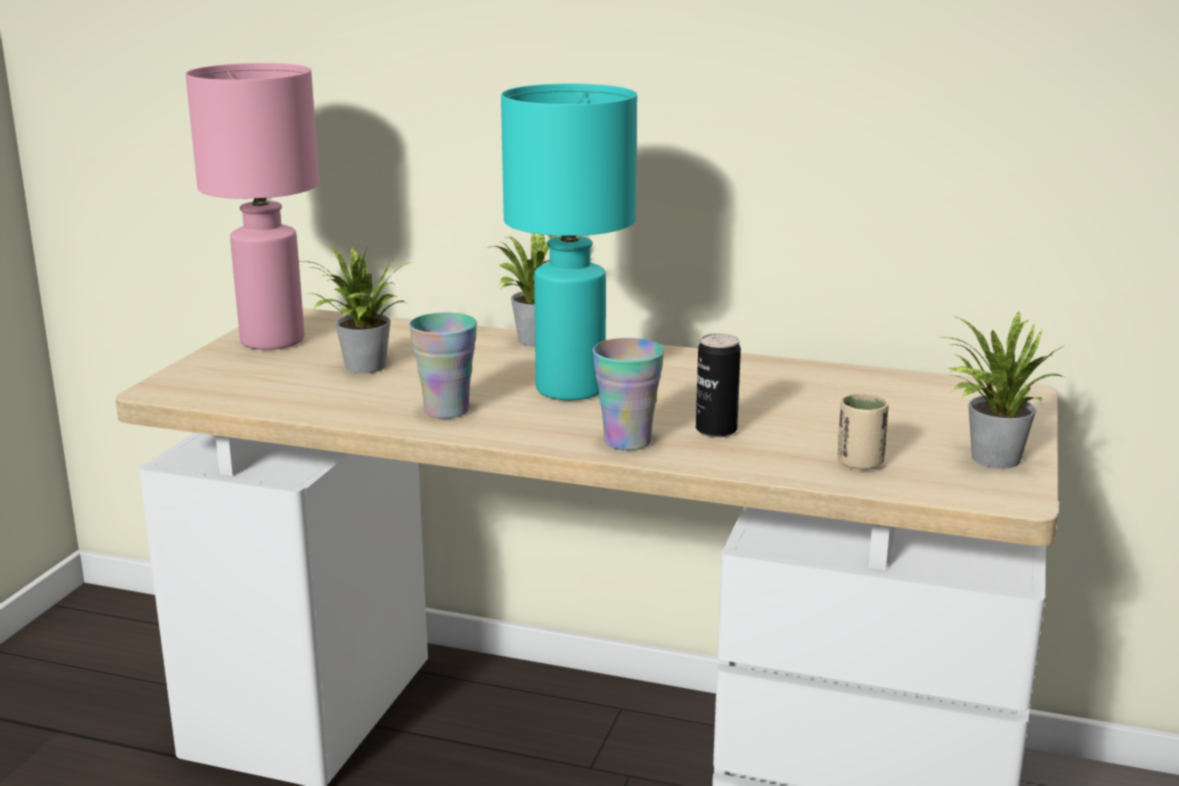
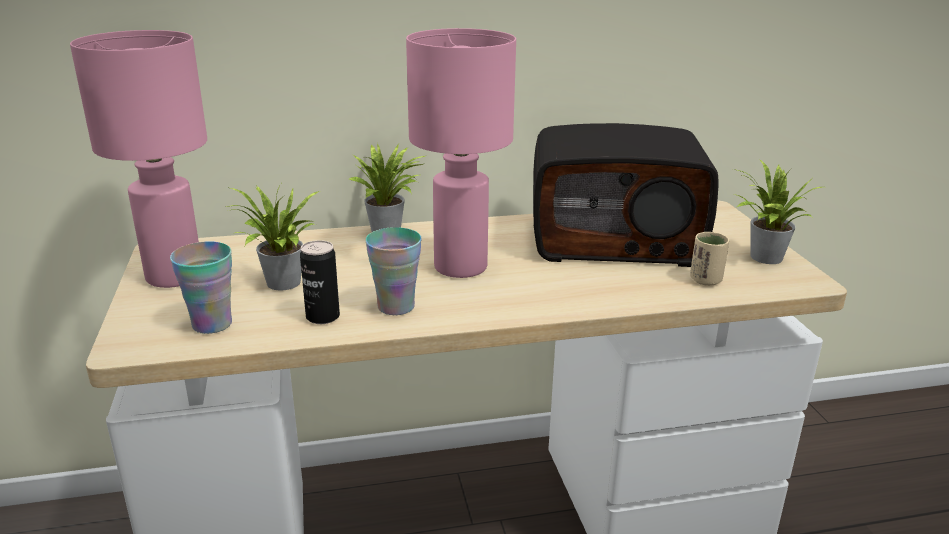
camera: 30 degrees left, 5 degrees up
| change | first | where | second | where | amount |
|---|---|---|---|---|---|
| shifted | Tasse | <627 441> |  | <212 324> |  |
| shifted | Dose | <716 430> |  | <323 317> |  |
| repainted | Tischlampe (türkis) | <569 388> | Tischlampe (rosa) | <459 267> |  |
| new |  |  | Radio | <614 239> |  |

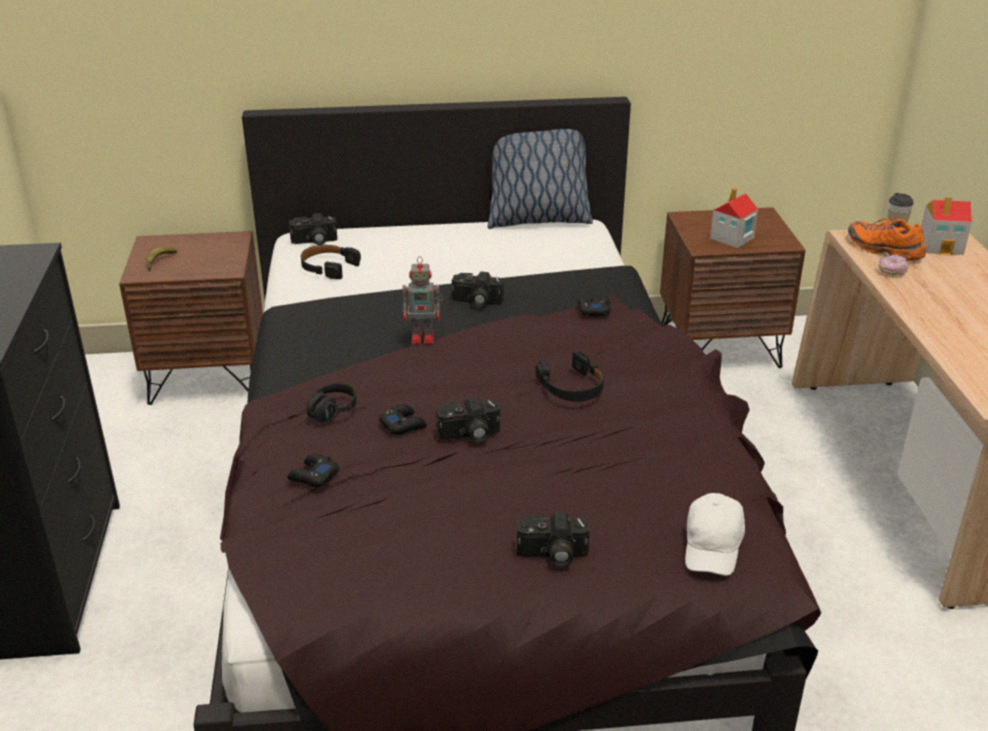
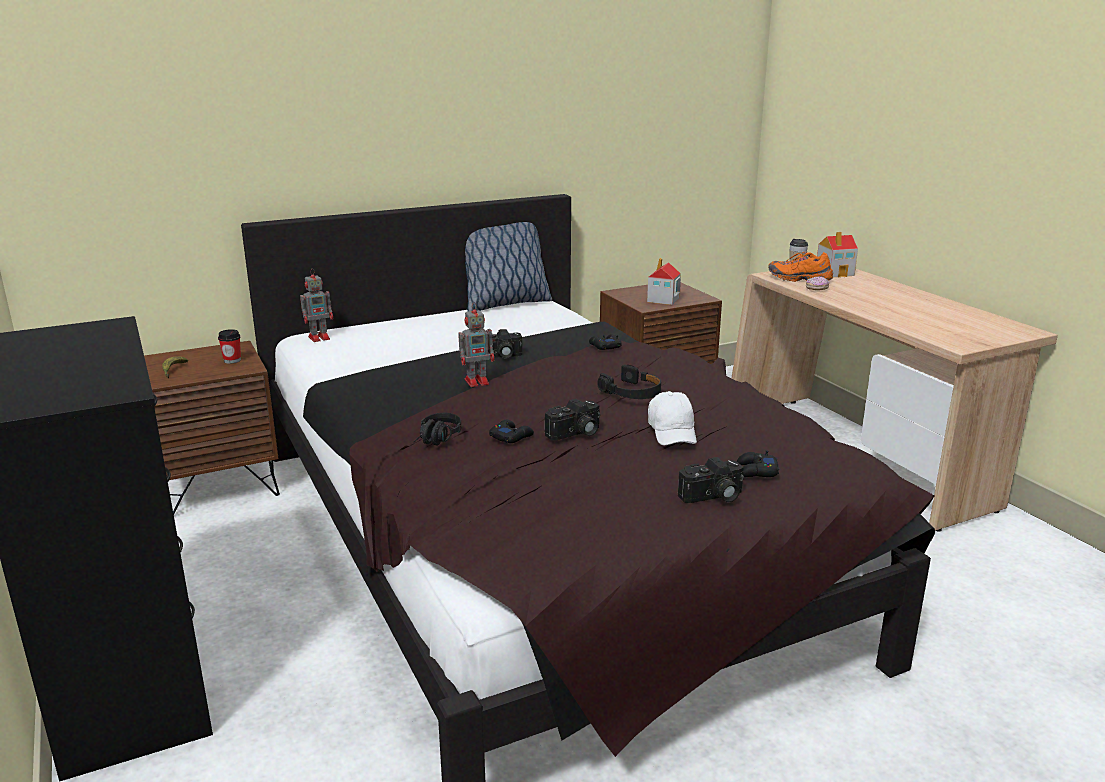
camera: 20 degrees left, 10 degrees down
| change | first | where | second | where | amount |
|---|---|---|---|---|---|
| new |  |  | Tasse | <232 360> |  |
| swapped | Kamera | <314 241> | Spielzeugroboter | <320 337> |  |
| shifted | Kappe (weiß) | <713 546> |  | <672 432> |  |
| shifted | Gamepad (schwarz) | <313 476> |  | <756 471> |  |
| gone | Kopfhörer (schwarz) | <328 267> |  |  |  |

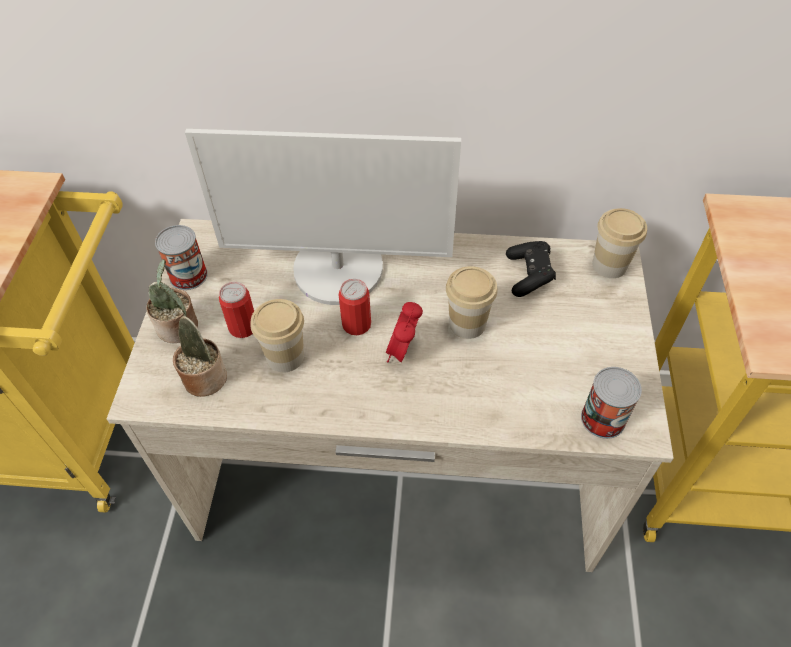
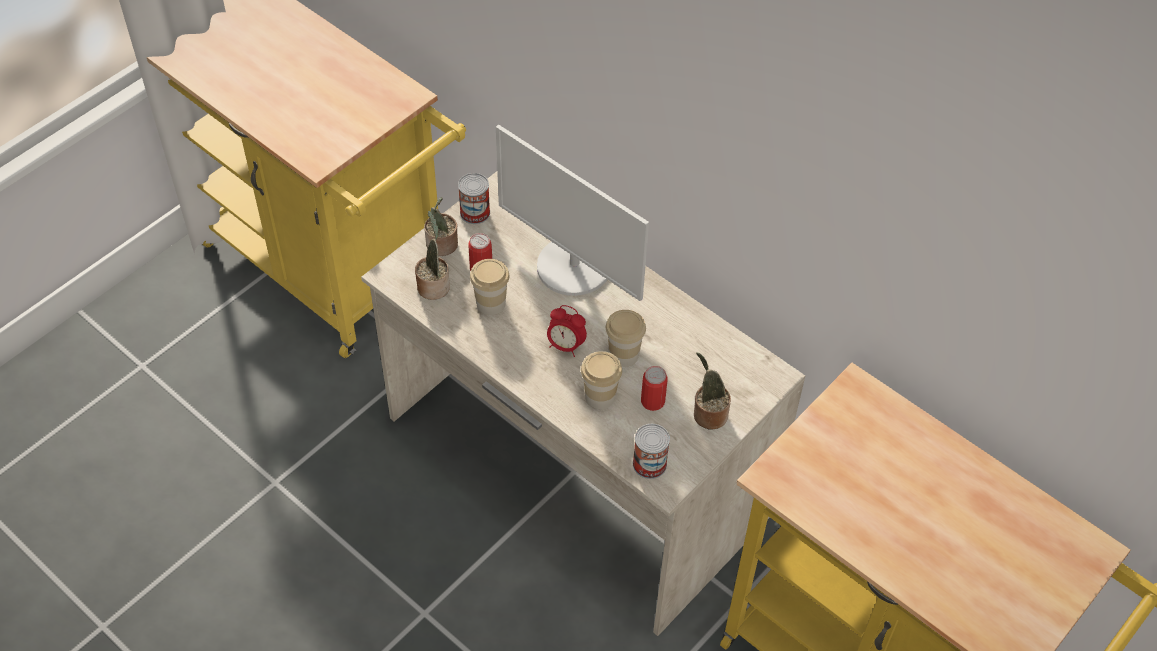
camera: 35 degrees right, 0 degrees up
| change | first | where | second | where | amount |
|---|---|---|---|---|---|
| rotated | Wecker | <403 351> |  | <565 346> | 120 degrees counterclockwise |
| shifted | Tasse | <609 265> |  | <600 396> |  |
| shifted | Dose | <356 324> |  | <652 401> |  |
| new |  |  | Topfpflanze | <708 414> |  |
| gone | Gamepad (schwarz) | <529 275> |  |  |  |

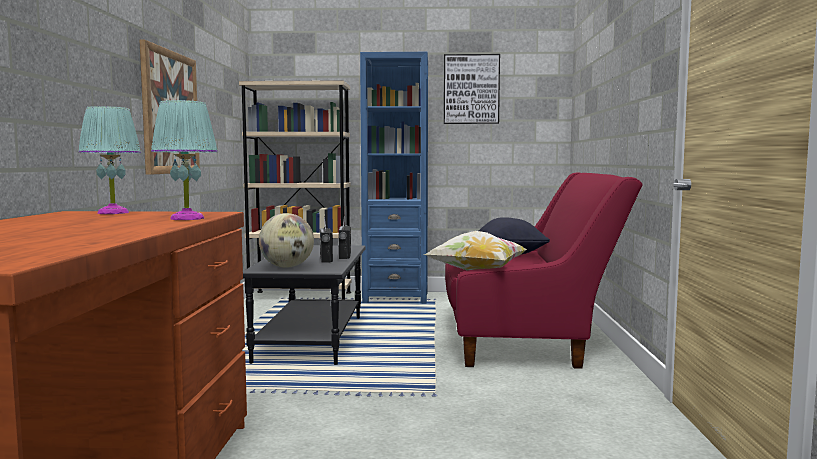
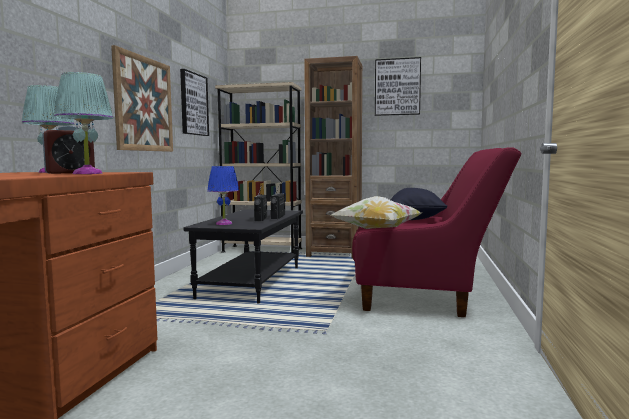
camera: 10 degrees right, 0 degrees up
| change | first | where | second | where | amount |
|---|---|---|---|---|---|
| new |  |  | Wecker | <70 173> |  |
| new |  |  | Bild | <193 104> |  |
| swapped | Globus | <287 267> | Tischlampe (blau) | <224 223> |  |
| repainted | Bücherregal (blau) | <396 297> | Bücherregal (braun) | <334 253> |  |

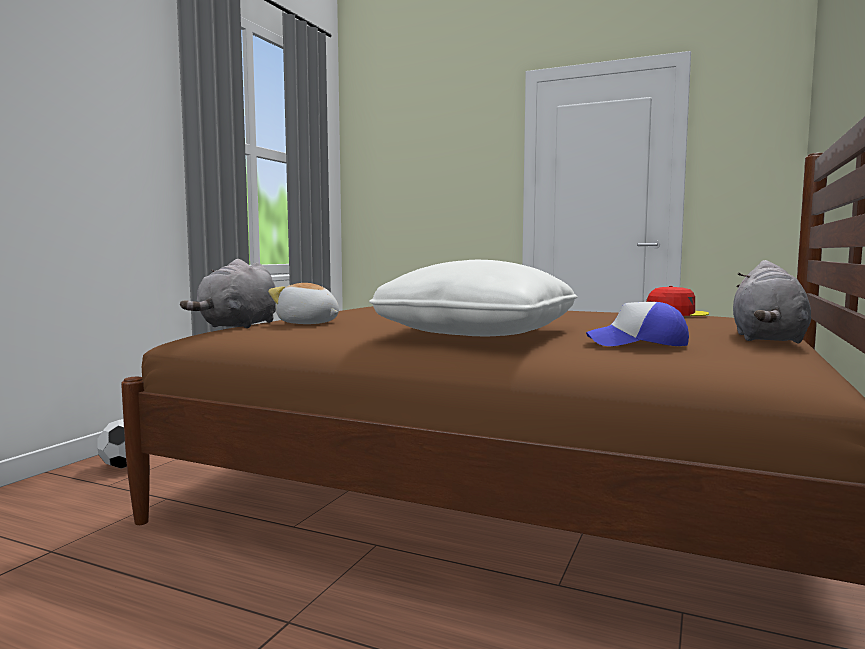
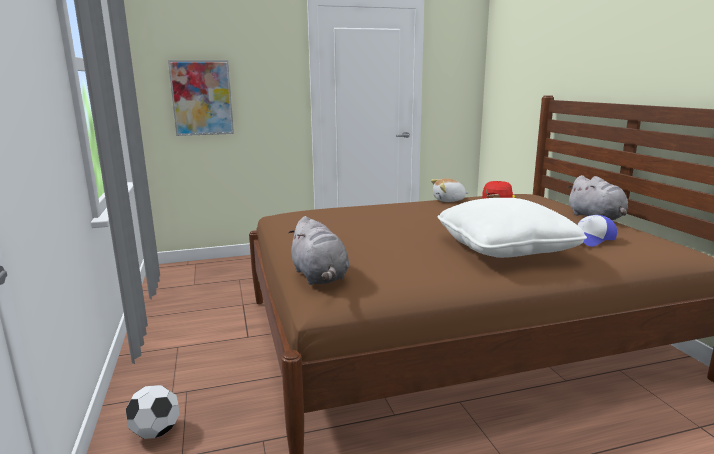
camera: 40 degrees left, 10 degrees up
| change | first | where | second | where | amount |
|---|---|---|---|---|---|
| new |  |  | Bild | <202 98> |  |
| shifted | Plüschtier | <308 323> |  | <449 200> |  |

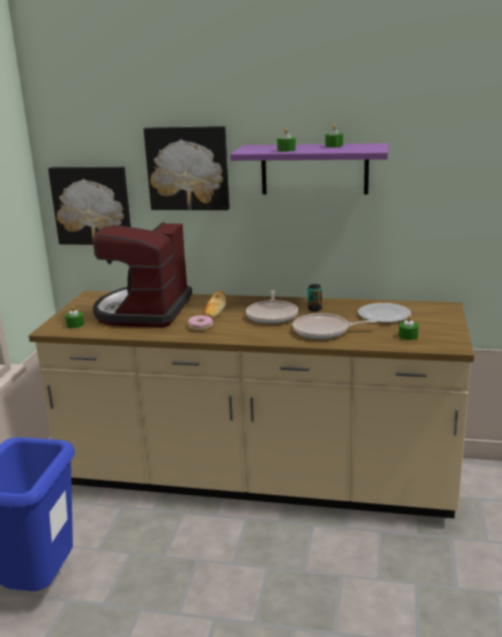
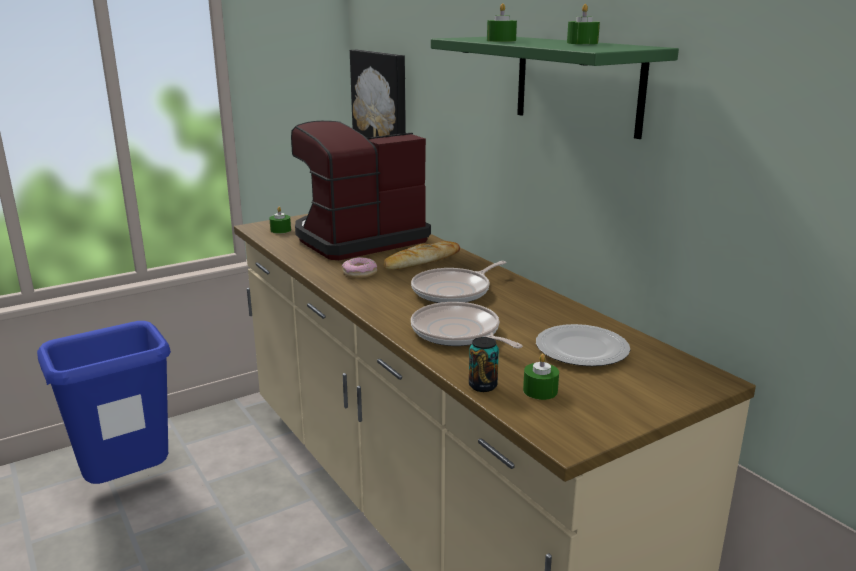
camera: 45 degrees right, 0 degrees up
| change | first | where | second | where | amount |
|---|---|---|---|---|---|
| repainted | Wandregal (lila) | <314 169> | Wandregal (grün) | <577 84> |  |
| shifted | Dose | <314 309> |  | <482 386> |  |
| gone | Bild | <188 168> |  |  |  |

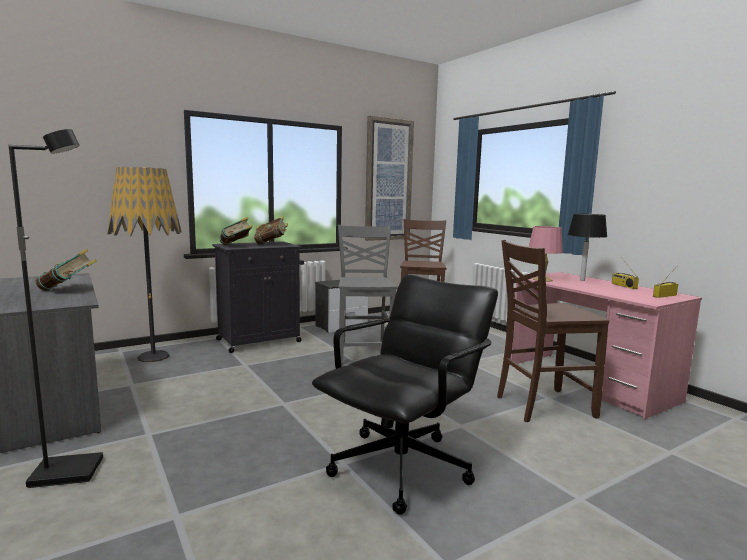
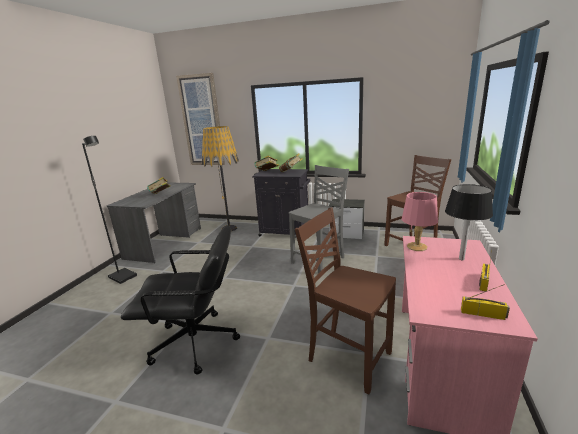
camera: 50 degrees right, 10 degrees up
| change | first | where | second | where | amount |
|---|---|---|---|---|---|
| shifted | Bild | <388 180> |  | <202 121> |  |

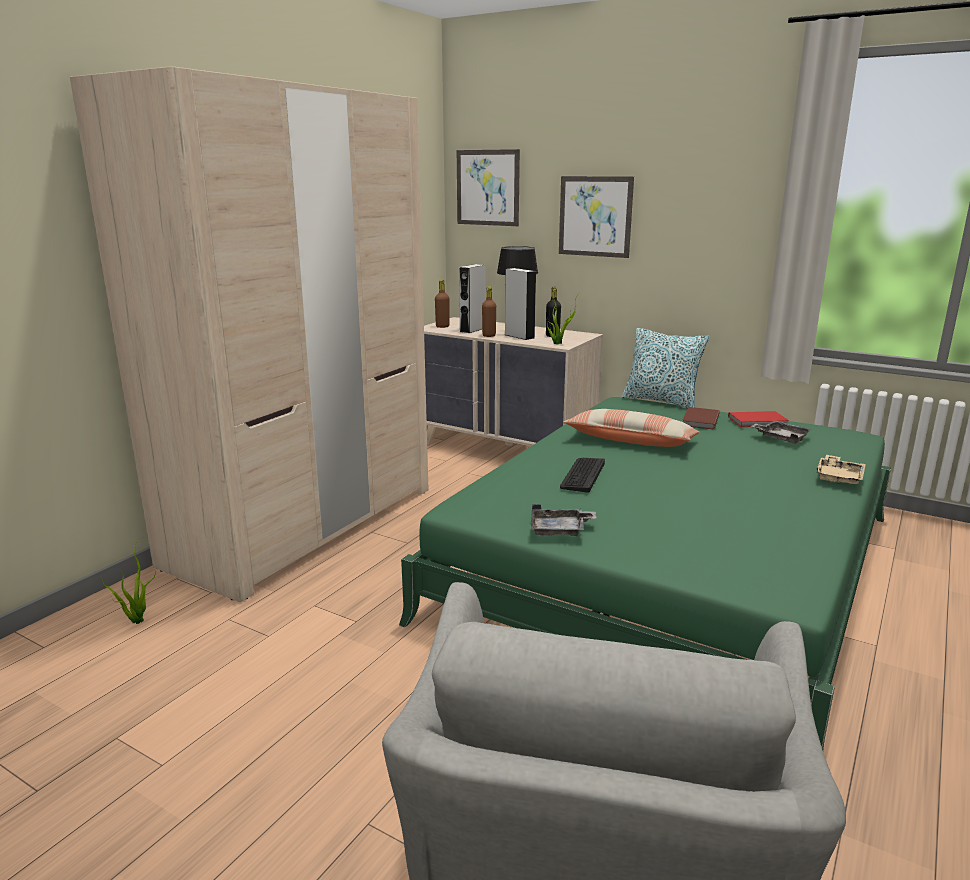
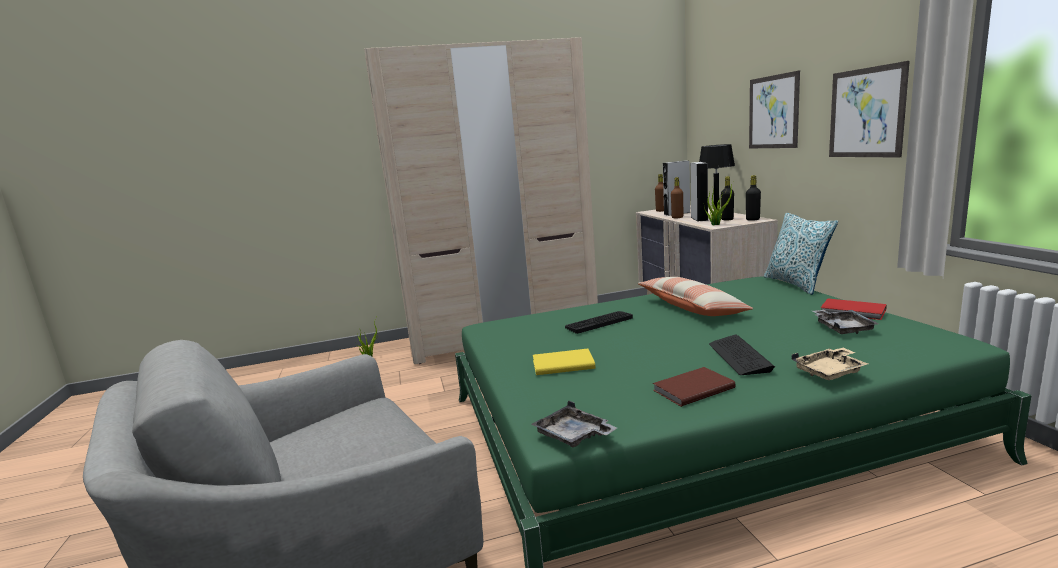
camera: 45 degrees right, 5 degrees down
| change | first | where | second | where | amount |
|---|---|---|---|---|---|
| shifted | Tablett (grau) | <559 530> |  | <573 436> |  |
| new |  |  | Buch (gelb) | <562 364> |  |
| shifted | Buch (braun) | <699 420> |  | <691 389> |  |
| new |  |  | Tastatur | <739 356> |  |
| new |  |  | Flasche (schwarz) | <752 219> |  |
| shifted | Bild | <487 188> |  | <866 113> |  |

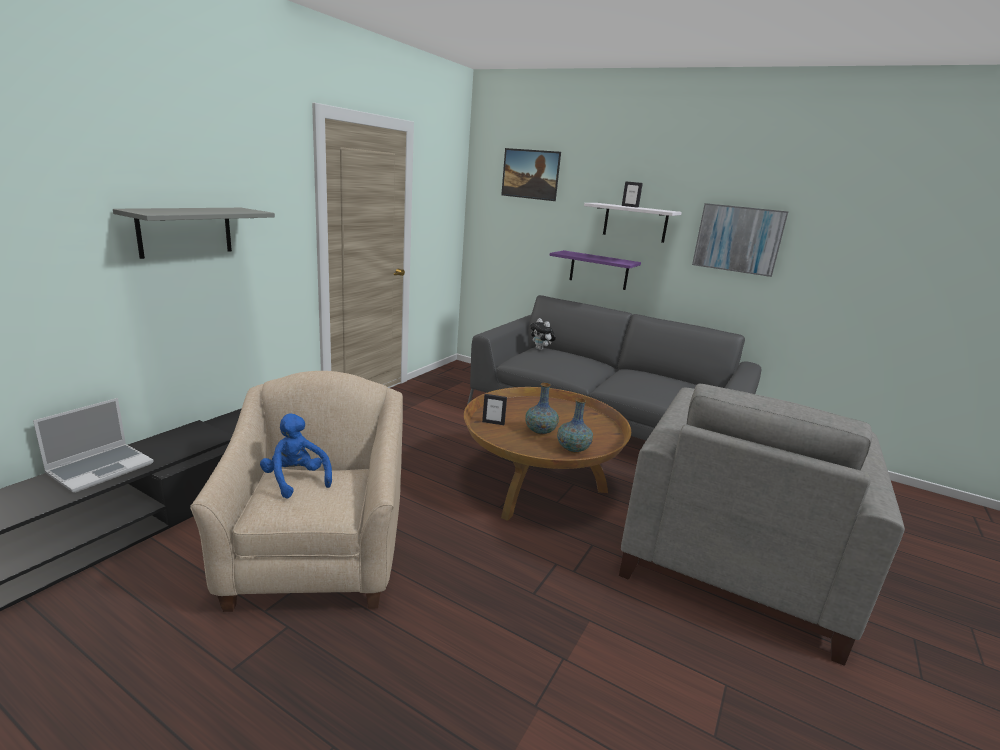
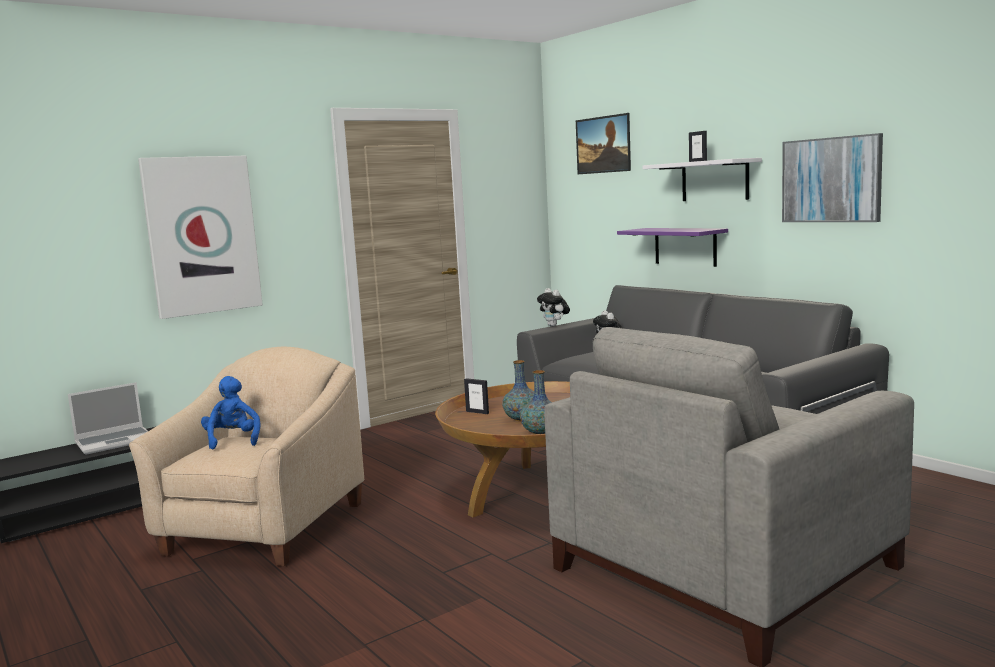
camera: 25 degrees right, 10 degrees down
| change | first | where | second | where | amount |
|---|---|---|---|---|---|
| swapped | Wandregal (grau) | <185 231> | Bild | <202 235> |  |
| new |  |  | Plüschtier | <554 326> |  |

